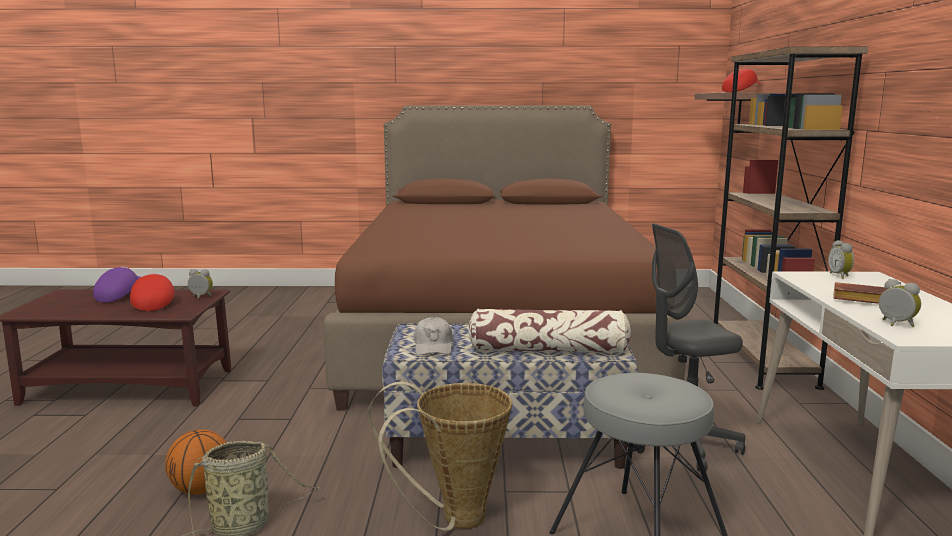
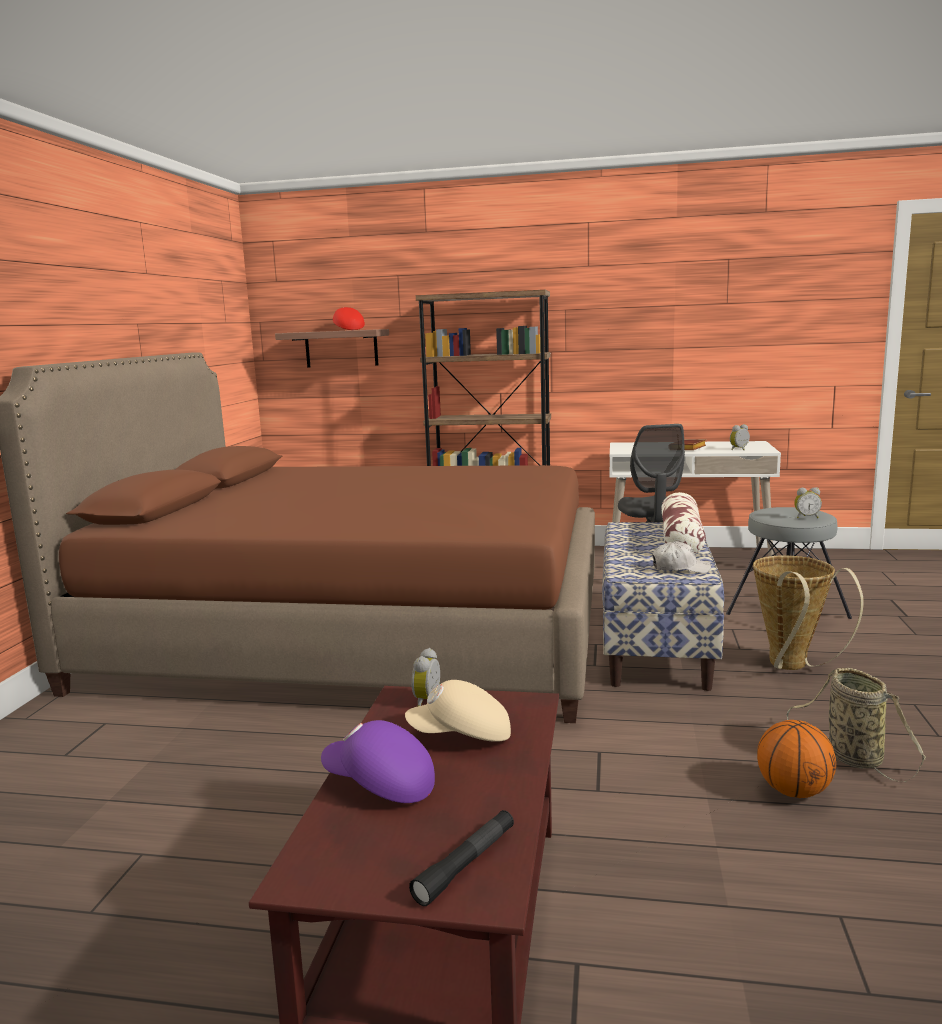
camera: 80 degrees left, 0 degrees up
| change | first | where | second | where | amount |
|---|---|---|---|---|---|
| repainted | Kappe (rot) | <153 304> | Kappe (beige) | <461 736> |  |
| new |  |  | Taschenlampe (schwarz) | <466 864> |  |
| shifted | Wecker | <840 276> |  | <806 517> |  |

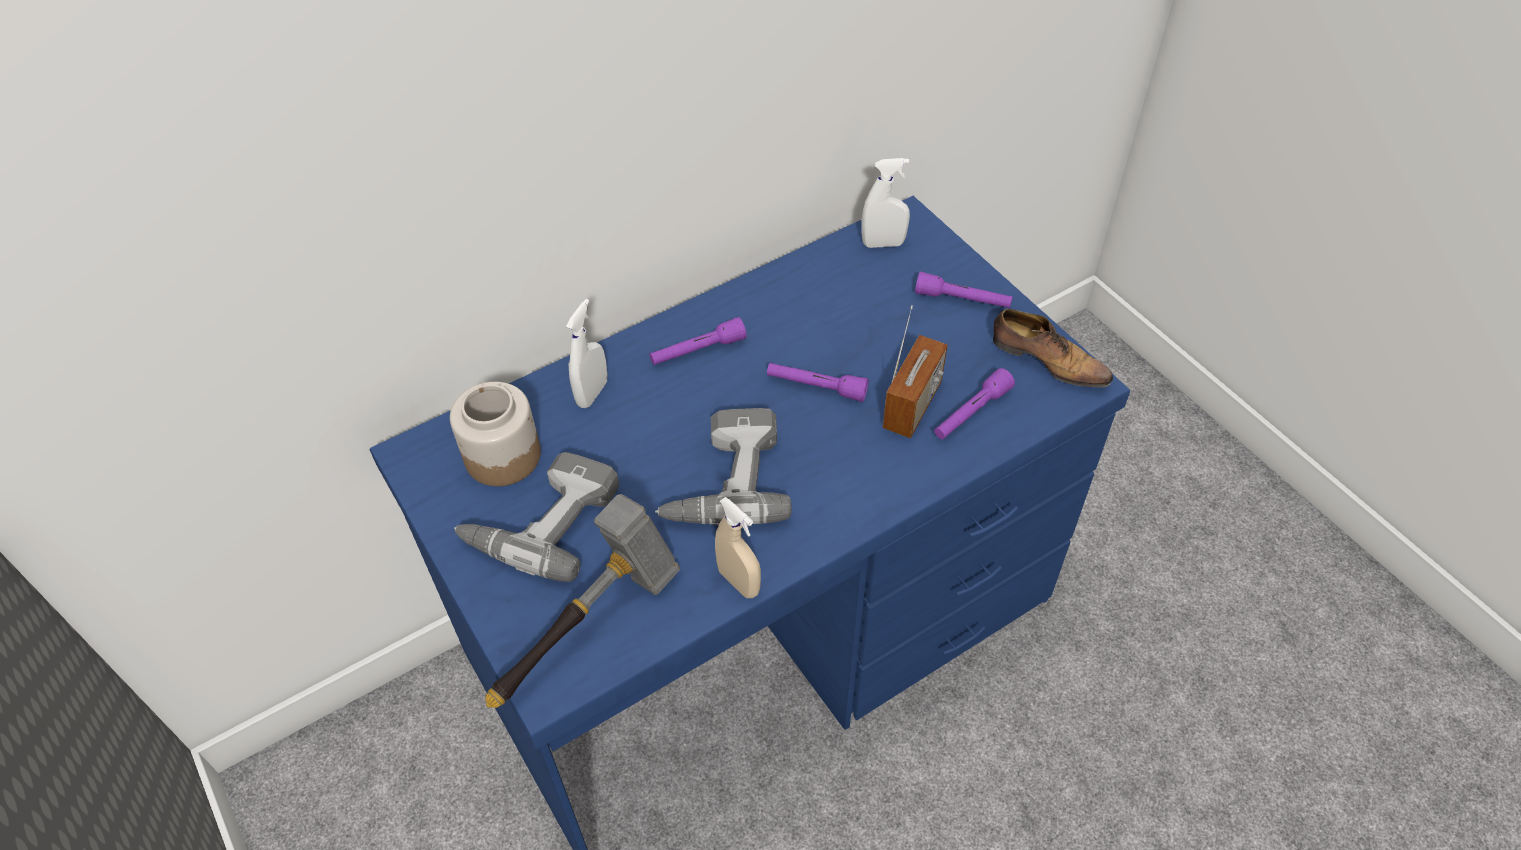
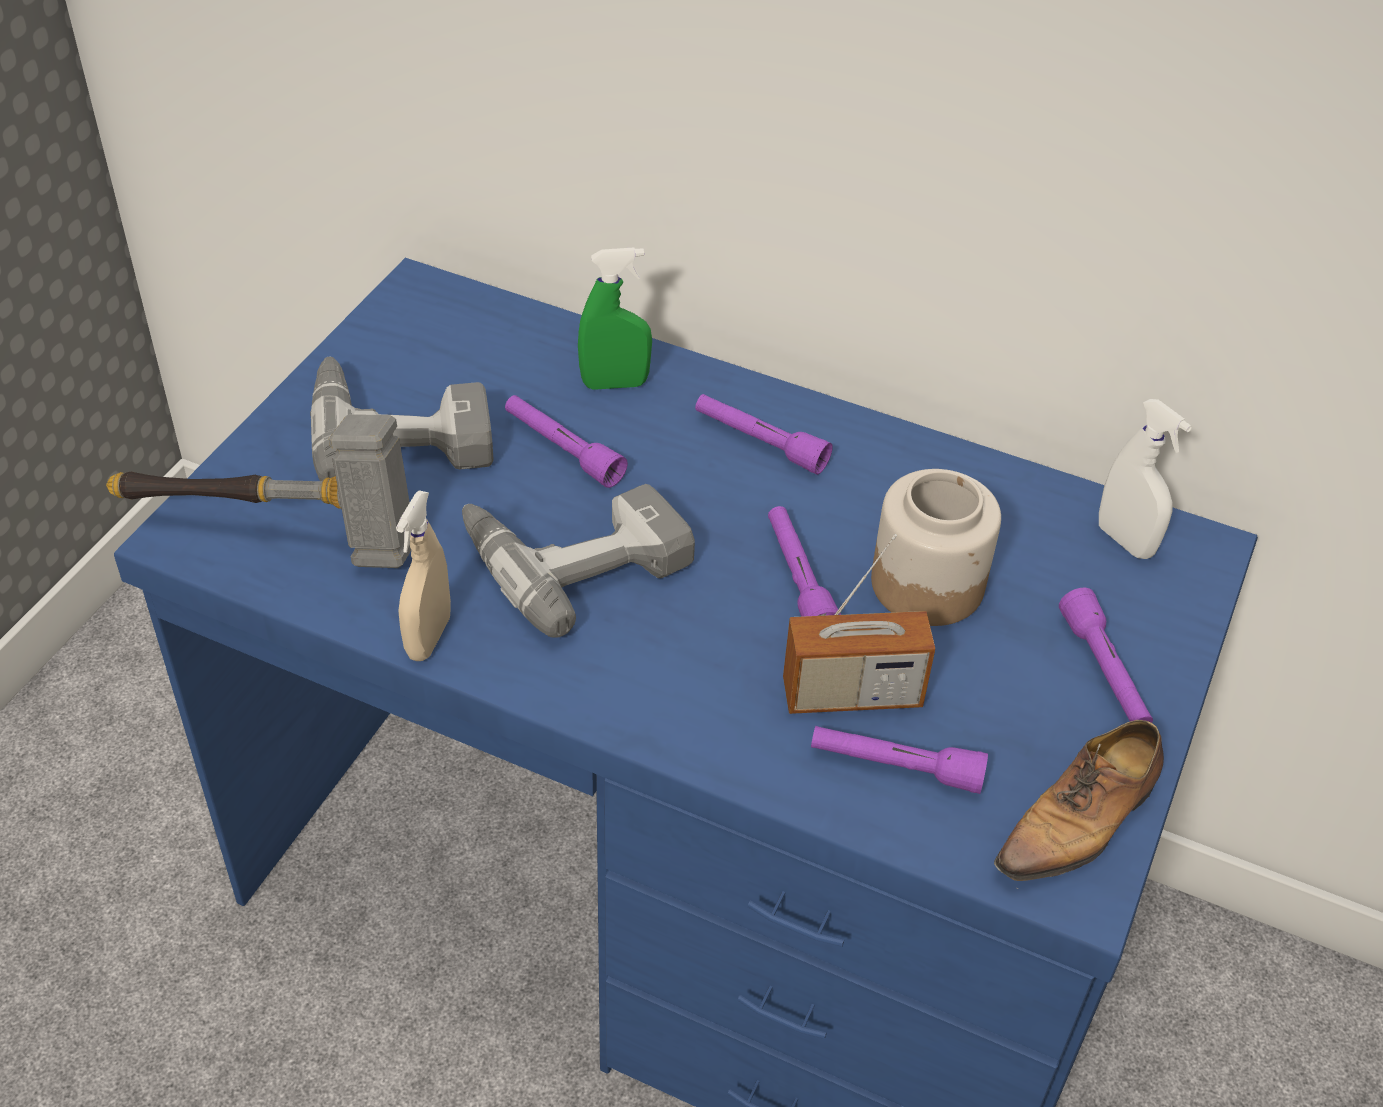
camera: 55 degrees right, 5 degrees down
| change | first | where | second | where | amount |
|---|---|---|---|---|---|
| new |  |  | Taschenlampe (lila) | <562 450> |  |
| repainted | Sprühflasche (weiß) | <592 393> | Sprühflasche (grün) | <615 383> |  |
| shifted | Vorratsglas | <502 455> |  | <927 583> |  |
| rotated | Schuh | <1047 360> |  | <1080 821> | 45 degrees clockwise |

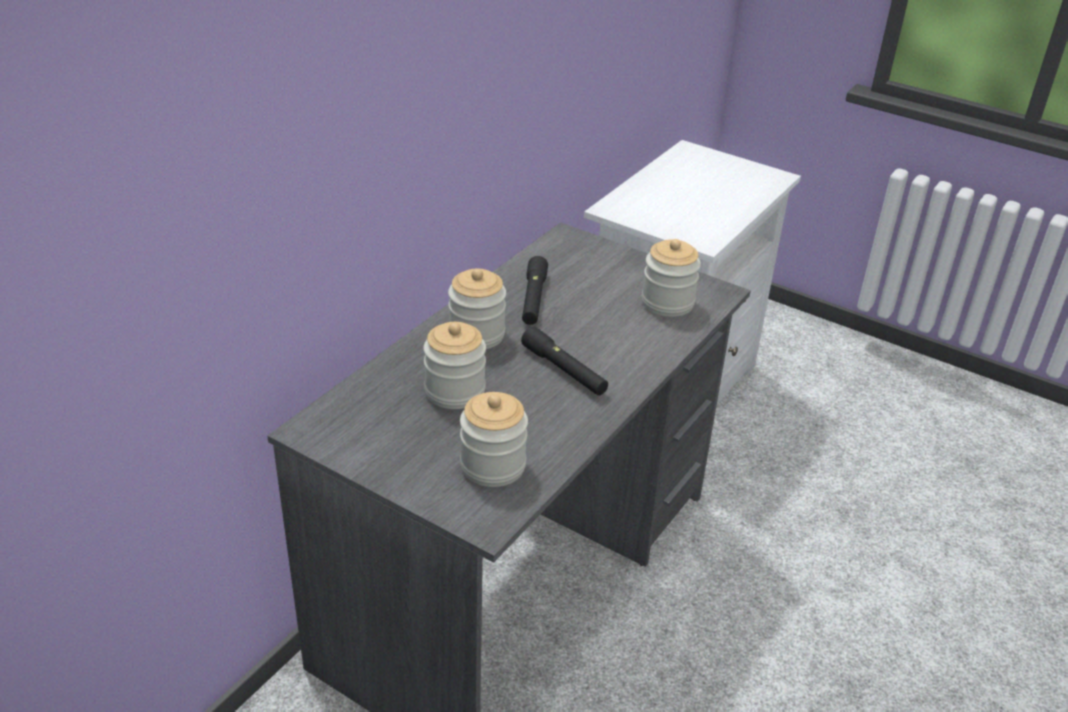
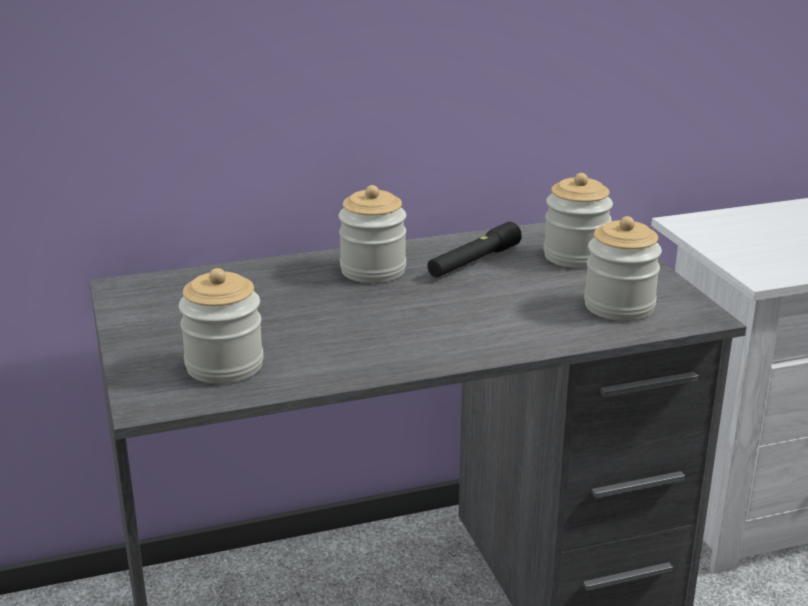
camera: 40 degrees right, 10 degrees down
| change | first | where | second | where | amount |
|---|---|---|---|---|---|
| shifted | Vorratsglas | <455 391> |  | <575 256> |  |
| gone | Taschenlampe (schwarz) | <564 370> |  |  |  |

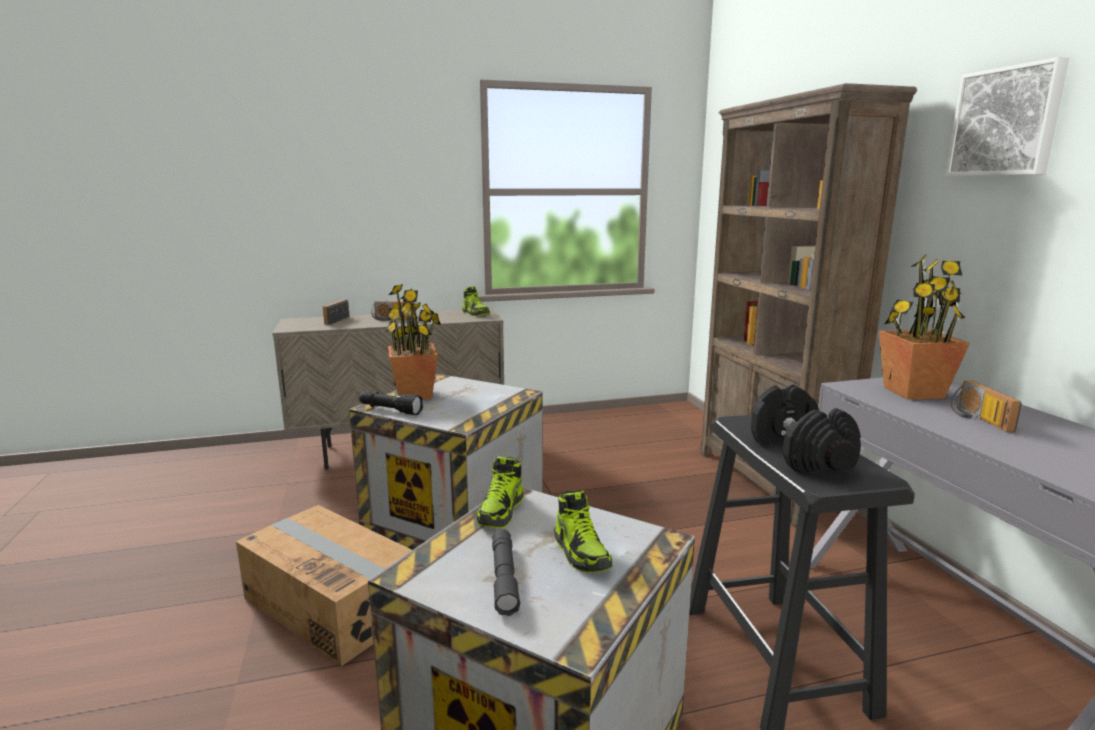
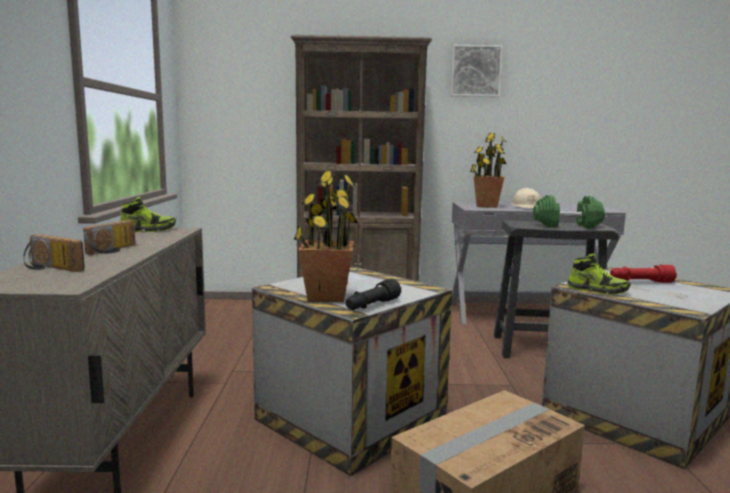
camera: 75 degrees left, 5 degrees down
| change | first | where | second | where | amount |
|---|---|---|---|---|---|
| swapped | Radio | <977 419> | Schutzhelm (beige) | <527 207> |  |
| repainted | Hantel (schwarz) | <798 453> | Hantel (grün) | <567 226> |  |
| swapped | Schuh | <581 552> | Taschenlampe (rot) | <640 282> |  |
| gone | Taschenlampe (grau) | <504 578> |  |  |  |

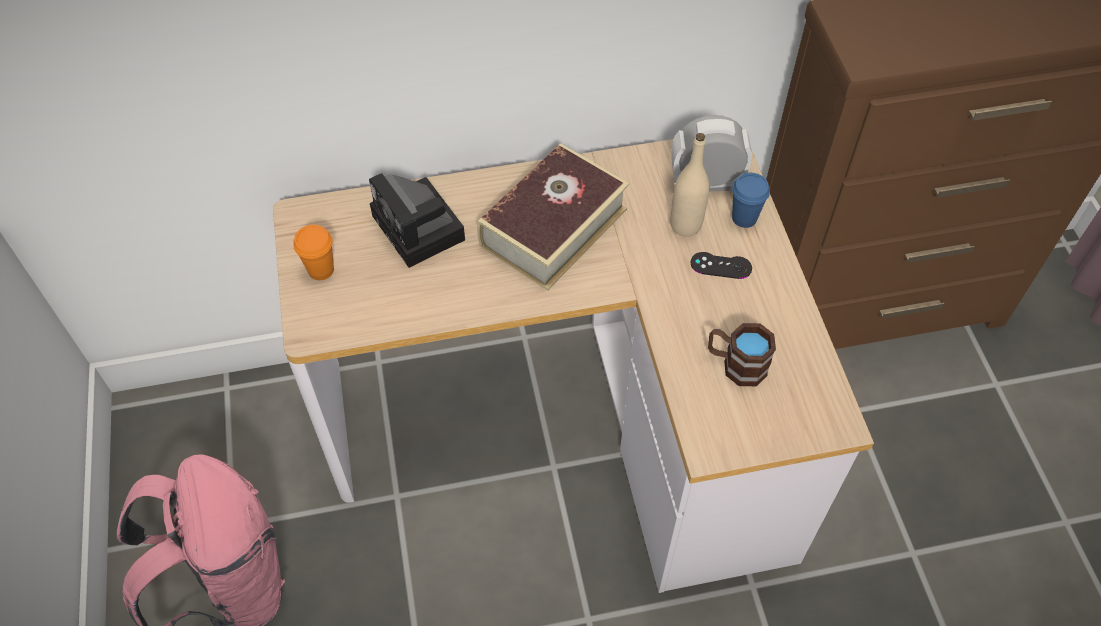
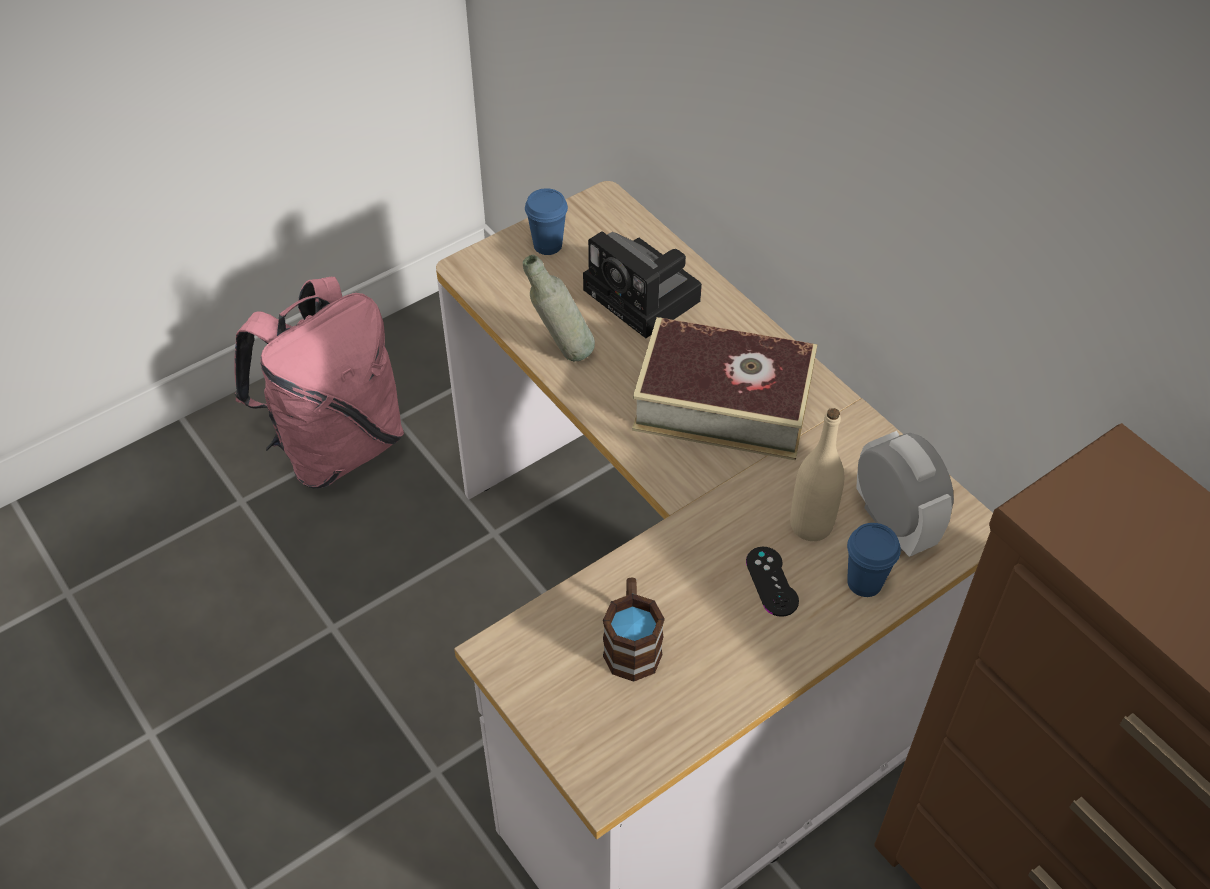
camera: 65 degrees right, 5 degrees down
| change | first | where | second | where | amount |
|---|---|---|---|---|---|
| new |  |  | Flasche (grau) | <561 354> |  |
| repainted | Tasse (orange) | <321 270> | Tasse (blau) | <547 245> |  |
| rotated | Kamera | <421 230> |  | <645 297> | 75 degrees counterclockwise |

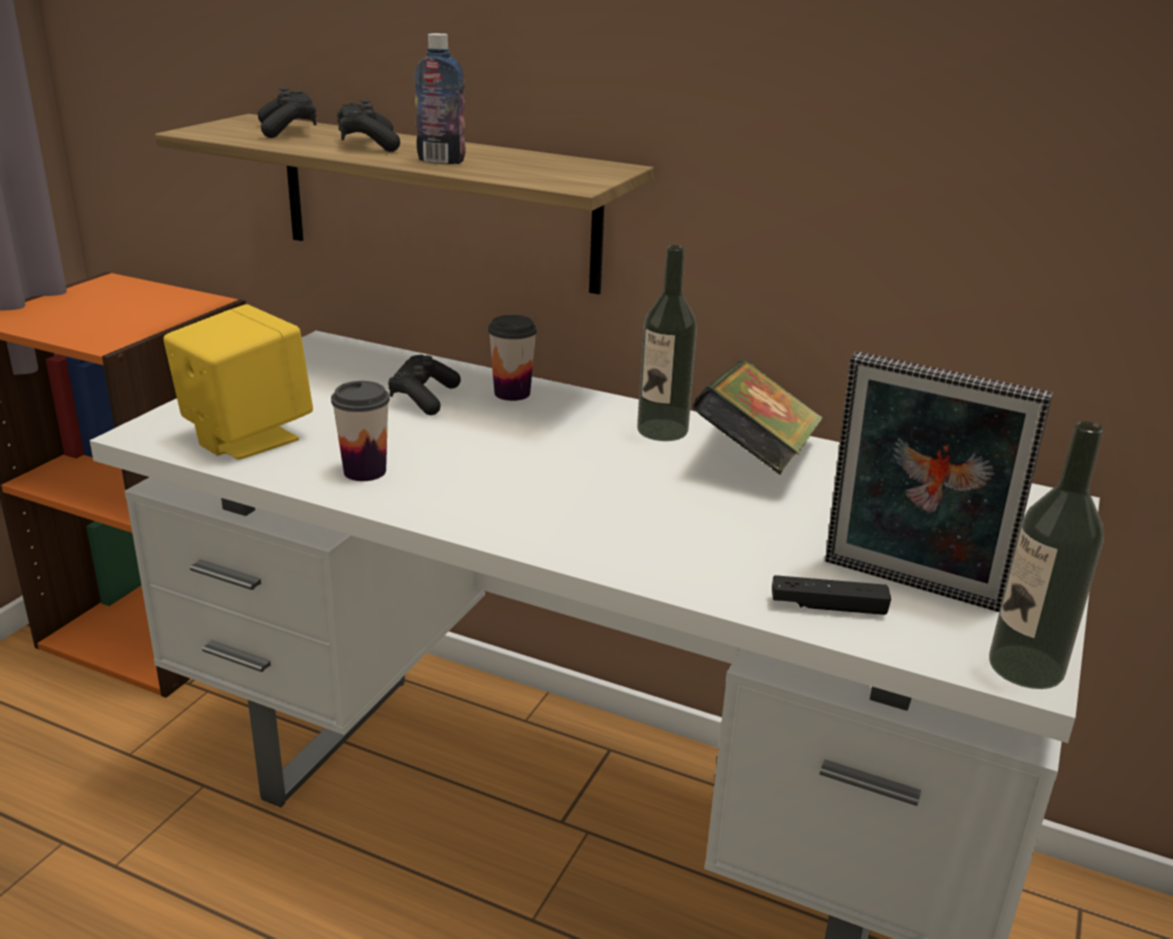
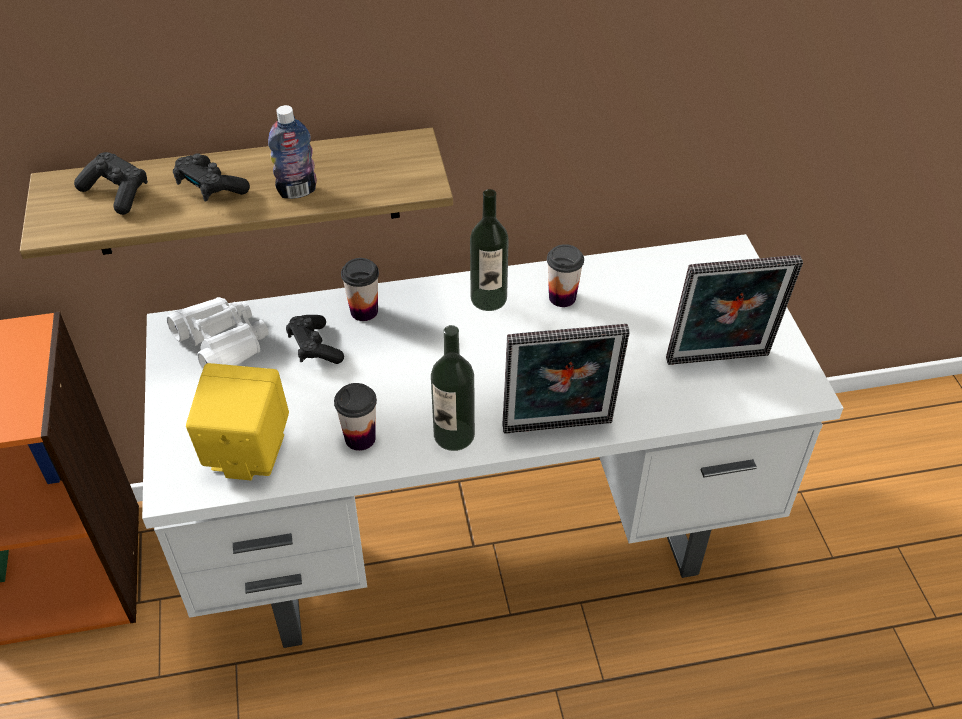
camera: 35 degrees left, 20 degrees up
| change | first | where | second | where | amount |
|---|---|---|---|---|---|
| new |  |  | Fernglas (weiß) | <222 343> |  |
| shifted | Flasche | <1026 667> |  | <454 435> |  |
| new |  |  | Bilderrahmen | <558 430> |  |
| swapped | Buch | <755 459> | Tasse | <562 297> |  |
| gone | Gamepad (schwarz) | <828 606> |  |  |  |

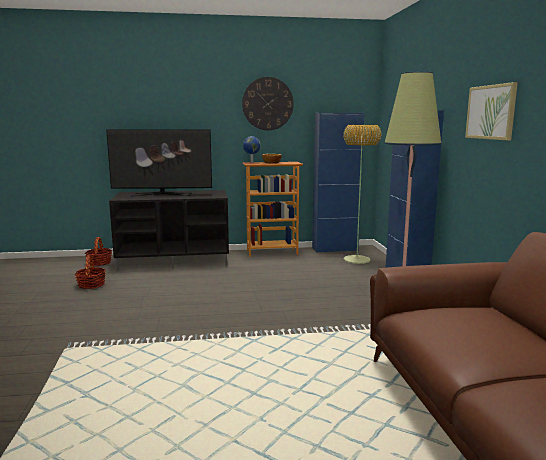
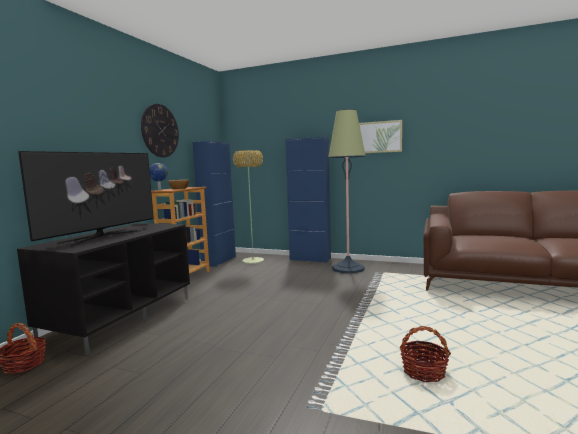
camera: 60 degrees left, 5 degrees down
| change | first | where | second | where | amount |
|---|---|---|---|---|---|
| shifted | Korb | <91 285> |  | <423 371> |  |

